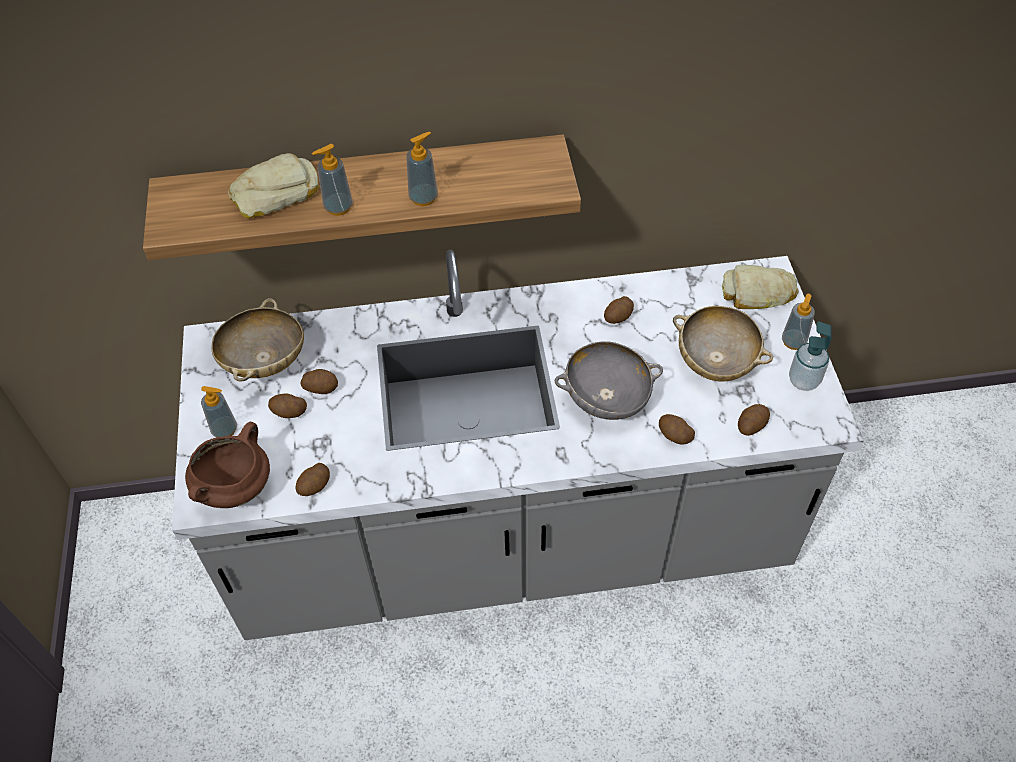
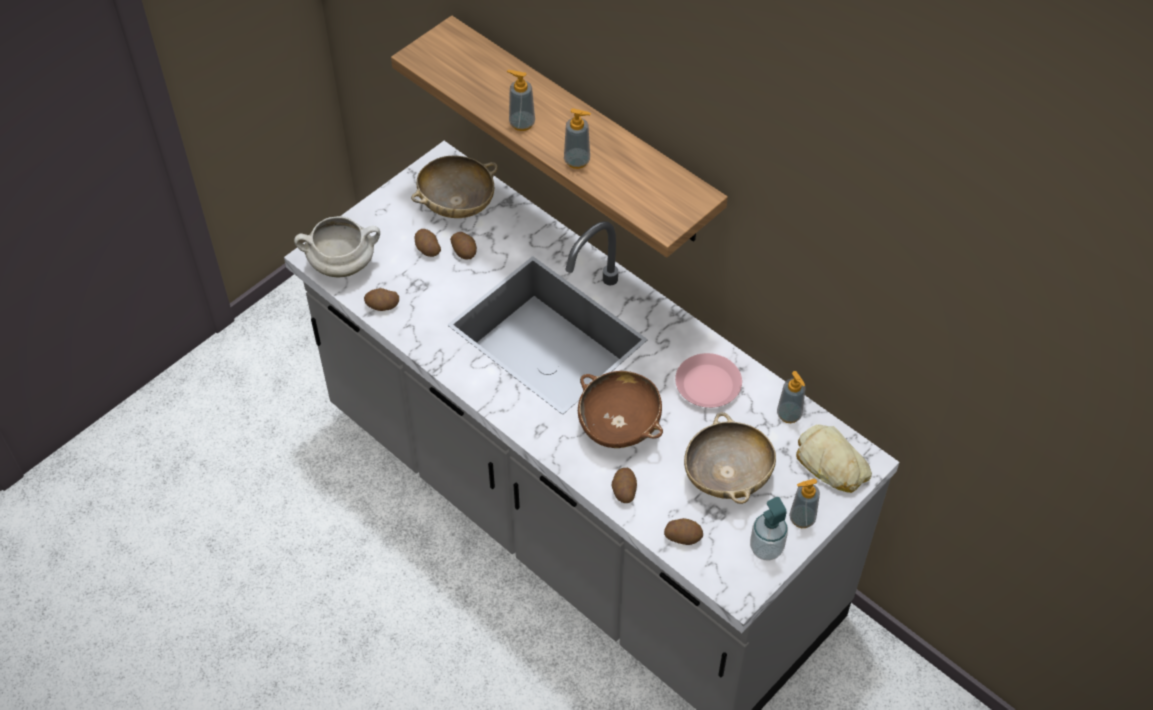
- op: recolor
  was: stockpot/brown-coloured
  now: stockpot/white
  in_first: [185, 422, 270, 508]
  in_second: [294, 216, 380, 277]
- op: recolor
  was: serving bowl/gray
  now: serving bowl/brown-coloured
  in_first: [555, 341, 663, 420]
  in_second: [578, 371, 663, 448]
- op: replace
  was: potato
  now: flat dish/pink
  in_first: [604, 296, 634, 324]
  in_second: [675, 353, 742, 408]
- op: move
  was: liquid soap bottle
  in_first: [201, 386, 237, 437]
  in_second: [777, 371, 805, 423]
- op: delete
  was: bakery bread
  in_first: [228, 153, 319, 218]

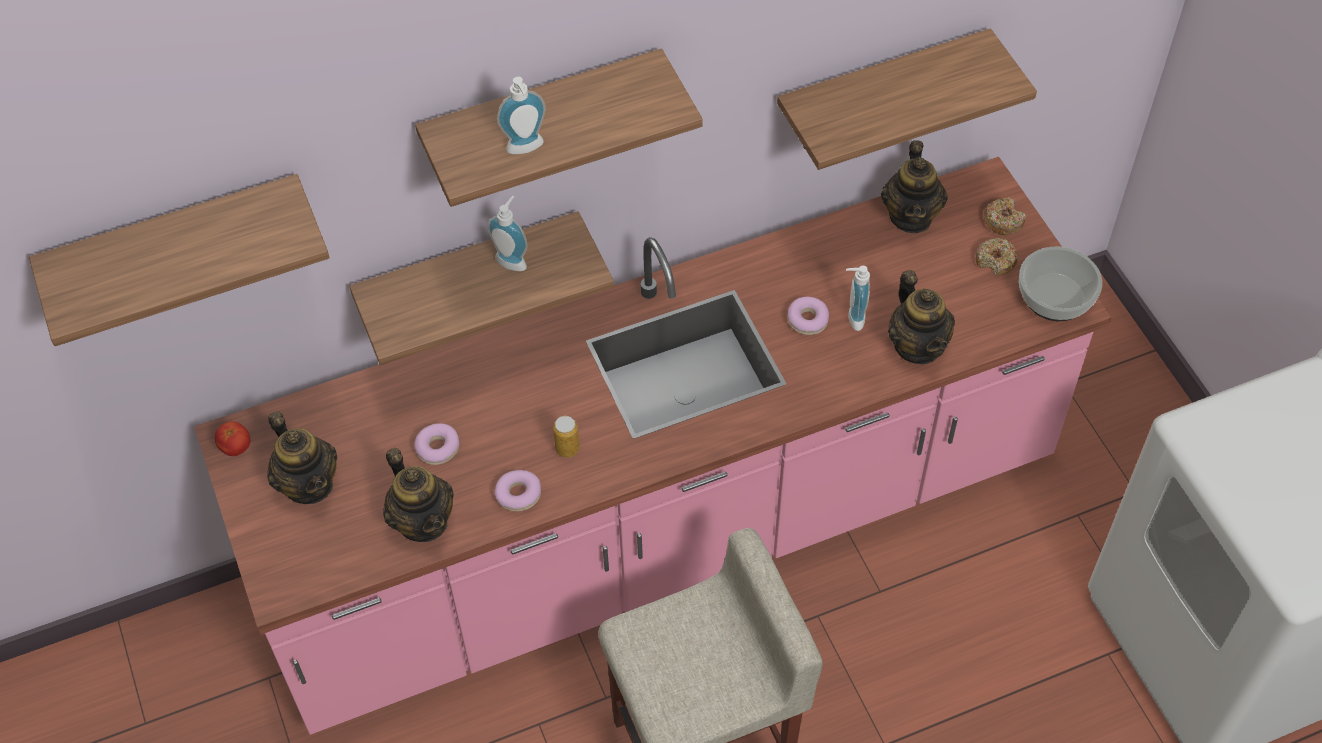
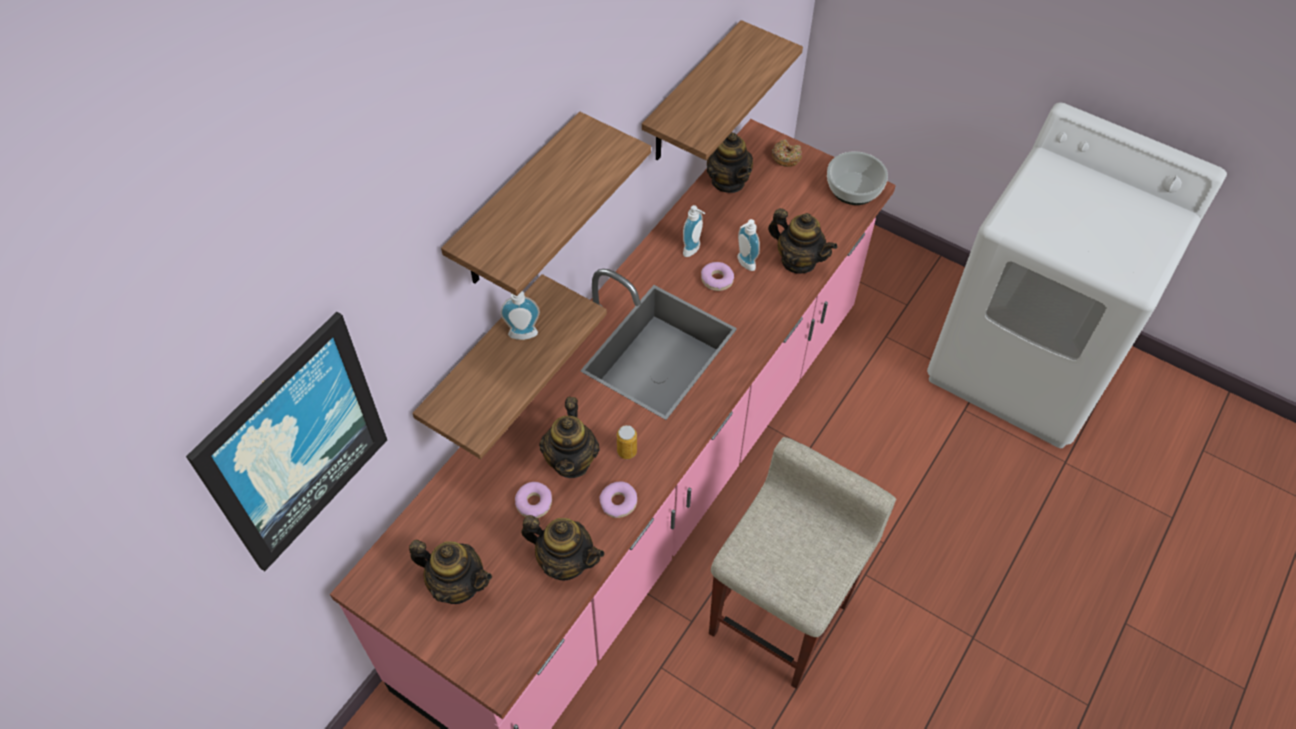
- op: replace
  was: bracket shelf
  now: wall picture
  in_first: [29, 174, 329, 346]
  in_second: [186, 312, 387, 571]
- op: insert
  now: pot for tea
  in_second: [539, 397, 600, 478]
- op: move
  was: liquid soap bottle
  in_first: [497, 77, 546, 154]
  in_second: [683, 205, 705, 257]
- op: delete
  was: whole tomato
  in_first: [215, 421, 250, 456]
- op: delete
  was: ring doughnut
  in_first: [976, 238, 1019, 276]

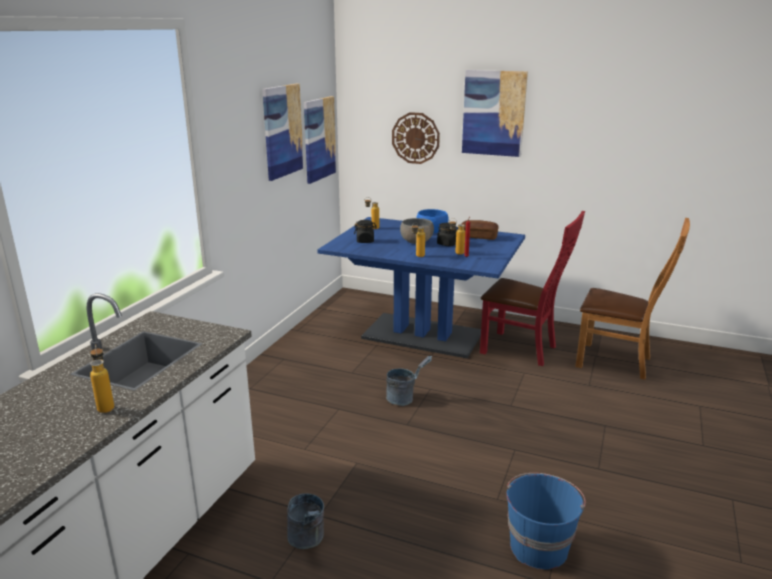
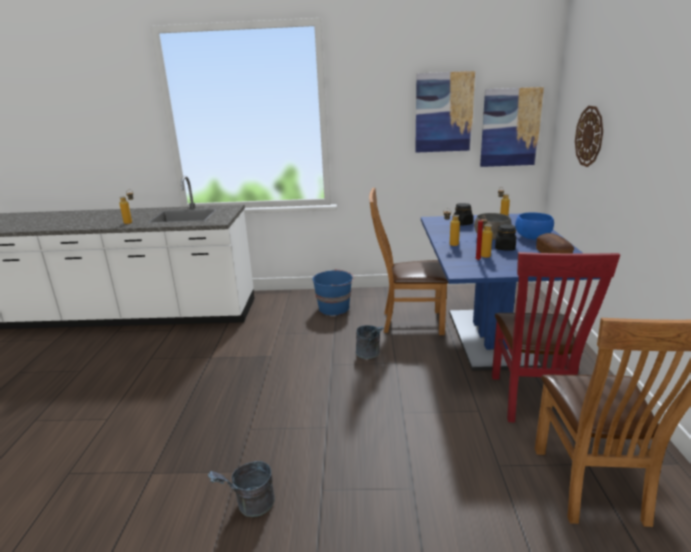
- op: move
  was: water bucket/gray
  in_first: [287, 493, 324, 549]
  in_second: [208, 461, 275, 517]
- op: move
  was: water bucket/blue
  in_first: [506, 473, 586, 570]
  in_second: [312, 269, 354, 315]
- op: insert
  now: upright chair/brown-coloured
  in_second: [369, 188, 448, 335]
- op: delete
  was: wall picture
  in_first: [462, 70, 528, 157]

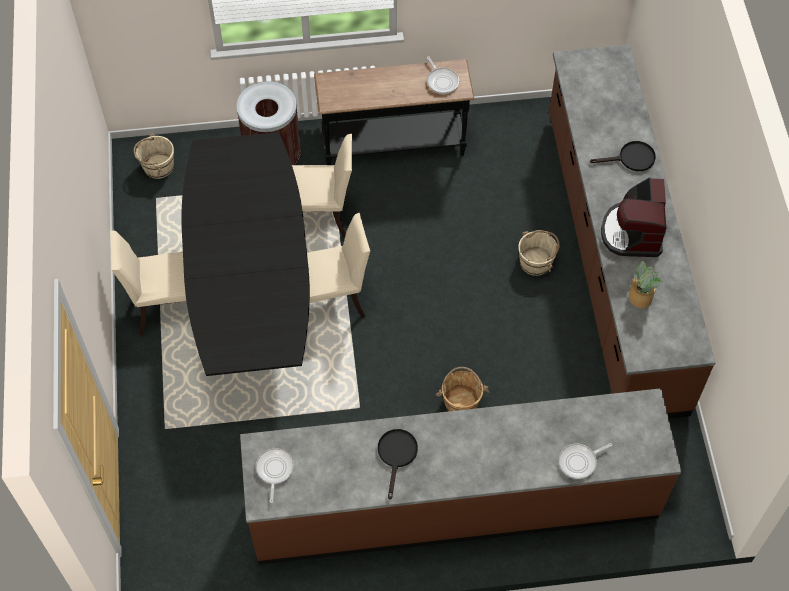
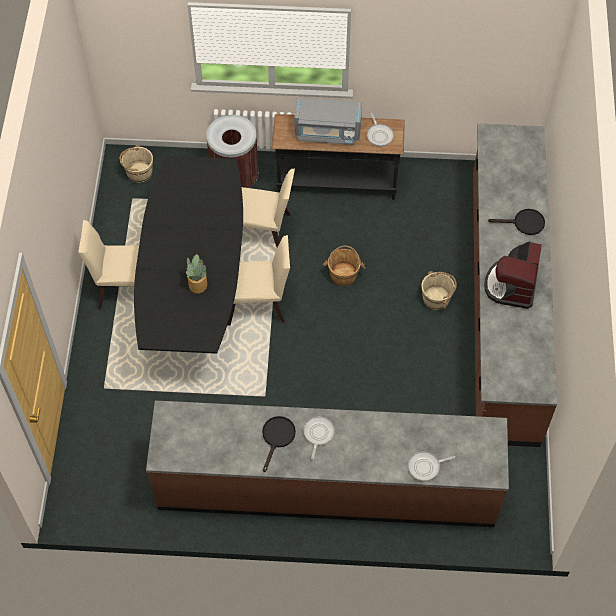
- op: move
  was: houseplant
  in_first: [629, 261, 662, 308]
  in_second: [186, 254, 207, 293]
- op: insert
  now: microwave/gray
  in_second: [294, 98, 362, 145]
- op: move
  was: pan
  in_first: [256, 448, 294, 503]
  in_second: [304, 416, 335, 460]
- op: move
  was: water bucket/brown-coloured
  in_first: [435, 367, 490, 411]
  in_second: [323, 245, 366, 286]

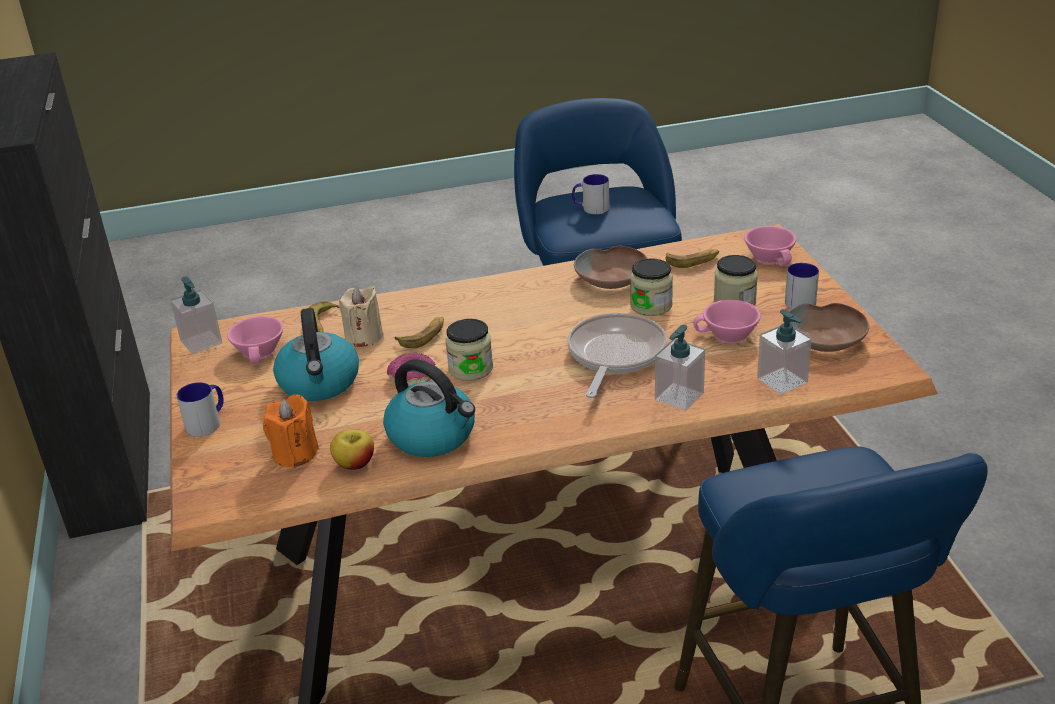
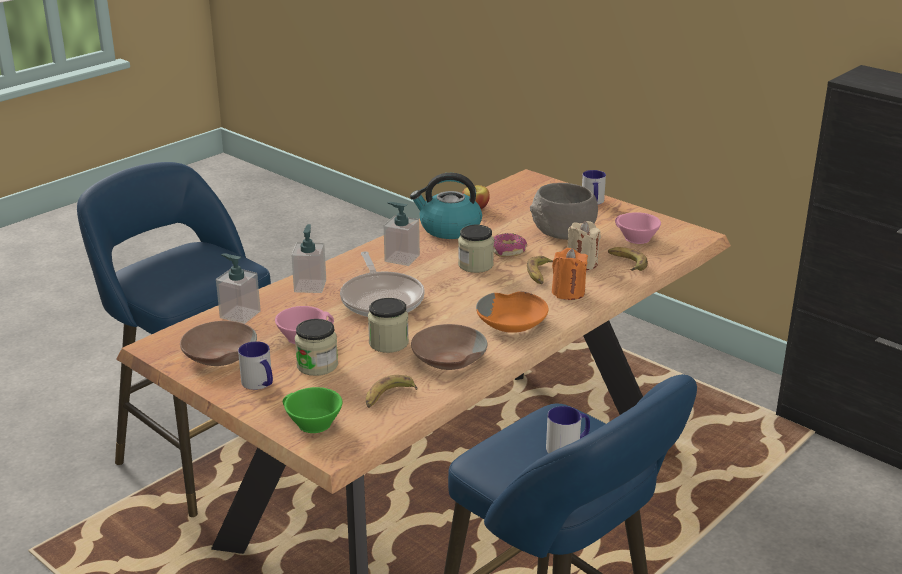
- op: recolor
  was: cup/pink
  now: cup/green-coloured
  in_first: [744, 226, 796, 266]
  in_second: [283, 387, 343, 433]
- op: move
  was: liquid soap bottle
  in_first: [170, 277, 223, 354]
  in_second: [384, 202, 420, 266]
- op: insert
  now: serving bowl/orange
  in_second: [476, 291, 549, 333]
- op: replace
  was: tea kettle
  now: serving bowl/gray
  in_first: [273, 308, 359, 401]
  in_second: [530, 183, 598, 240]
- op: move
  was: candle/orange
  in_first: [263, 394, 319, 468]
  in_second: [552, 248, 588, 300]

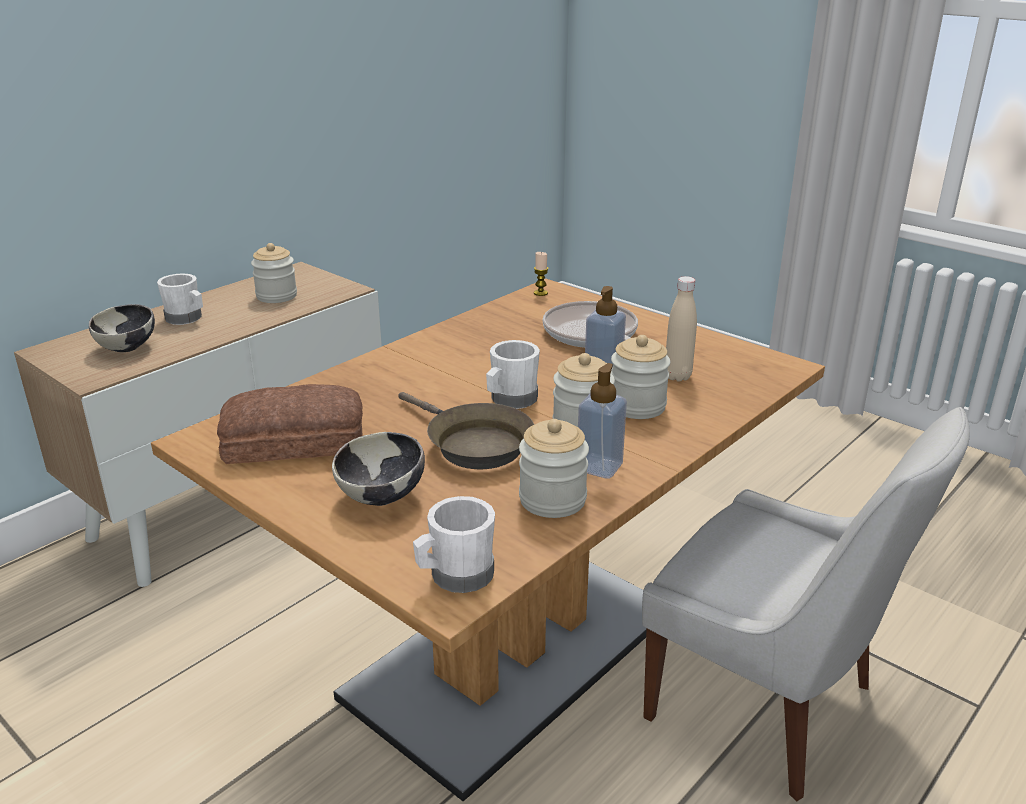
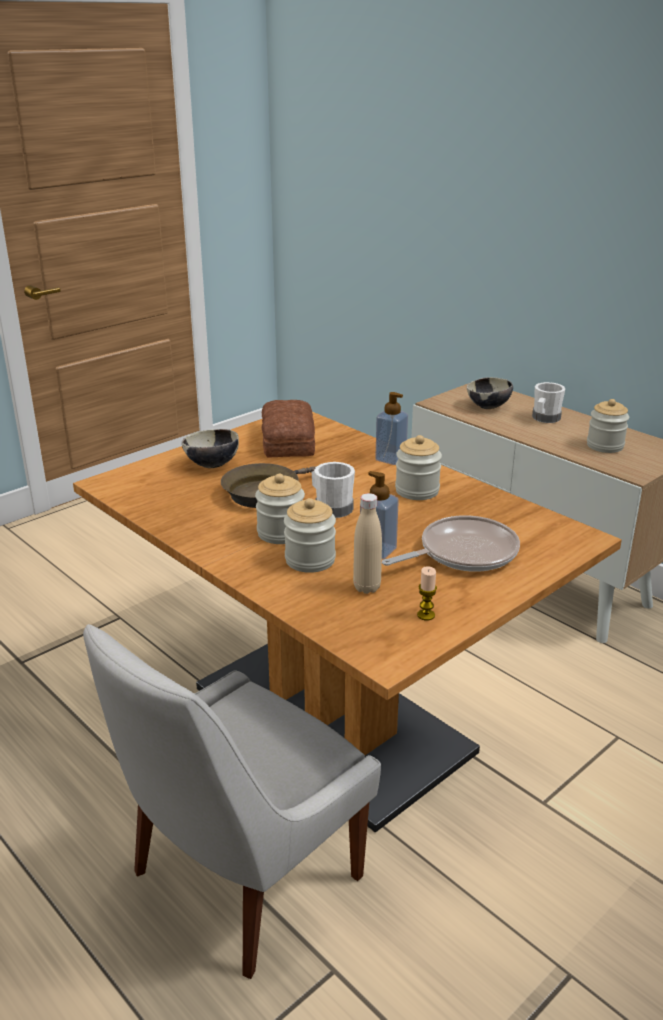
- op: move
  was: liquid soap bottle
  in_first: [578, 363, 627, 479]
  in_second: [375, 392, 408, 465]
- op: move
  was: preserve jar
  in_first: [519, 419, 589, 518]
  in_second: [395, 435, 442, 500]
- op: move
  was: candle
  in_first: [534, 252, 549, 296]
  in_second: [417, 566, 437, 620]
- op: delete
  was: coffee mug/white
  in_first: [413, 496, 495, 593]

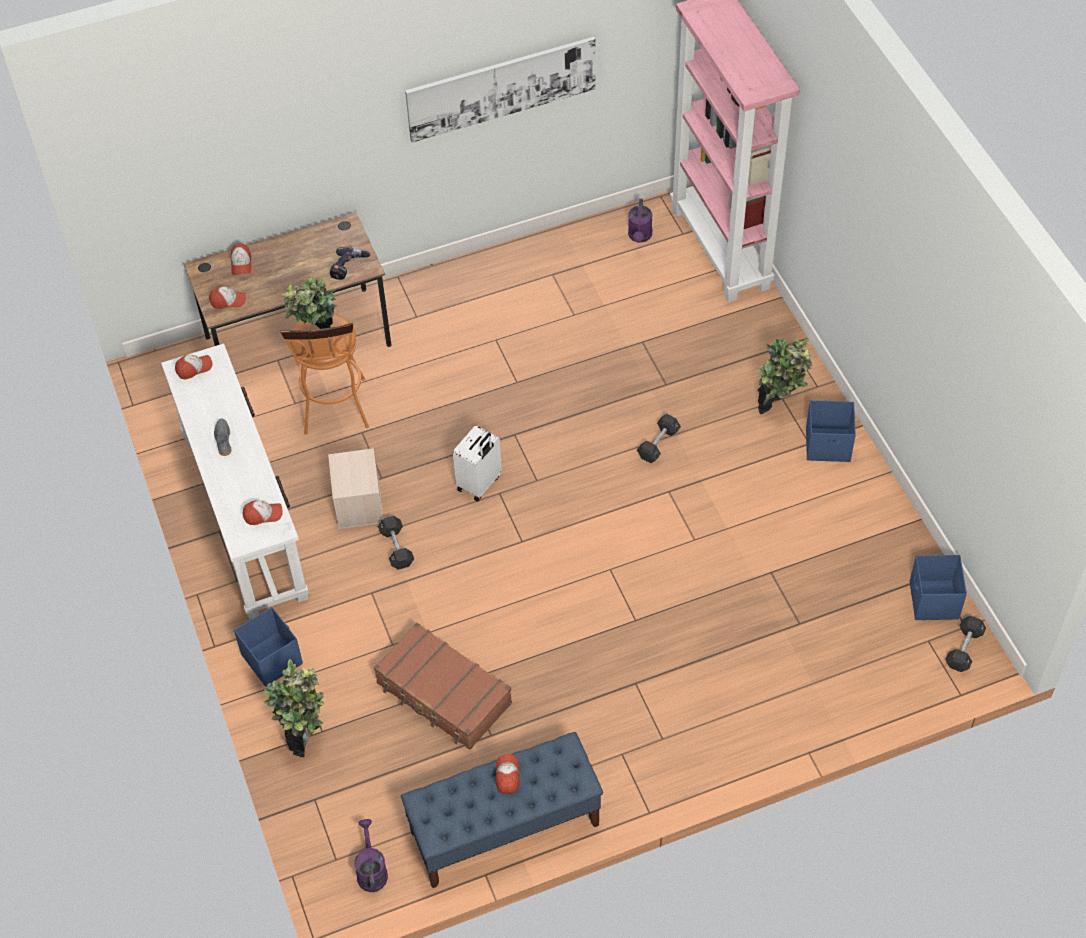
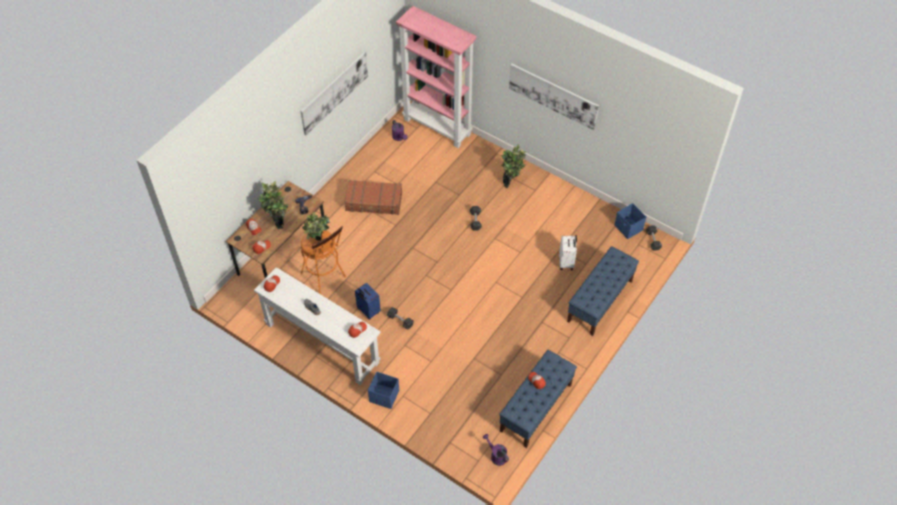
- op: move
  was: houseplant
  in_first: [264, 659, 324, 757]
  in_second: [258, 181, 289, 229]
- op: move
  was: suitcase/brown-coloured
  in_first: [374, 623, 512, 750]
  in_second: [344, 180, 402, 215]
- op: replace
  was: storage container/beige-coloured
  now: suitcase/blue
  in_first: [328, 448, 383, 529]
  in_second: [355, 283, 381, 320]
- op: insert
  now: wall picture
  in_second: [509, 64, 599, 130]
- op: move
  was: suitcase/white
  in_first: [453, 425, 502, 501]
  in_second: [559, 235, 577, 270]
- op: insert
  now: bench/blue
  in_second: [567, 246, 639, 336]
- op: delete
  was: storage container/blue
  in_first: [806, 400, 856, 462]

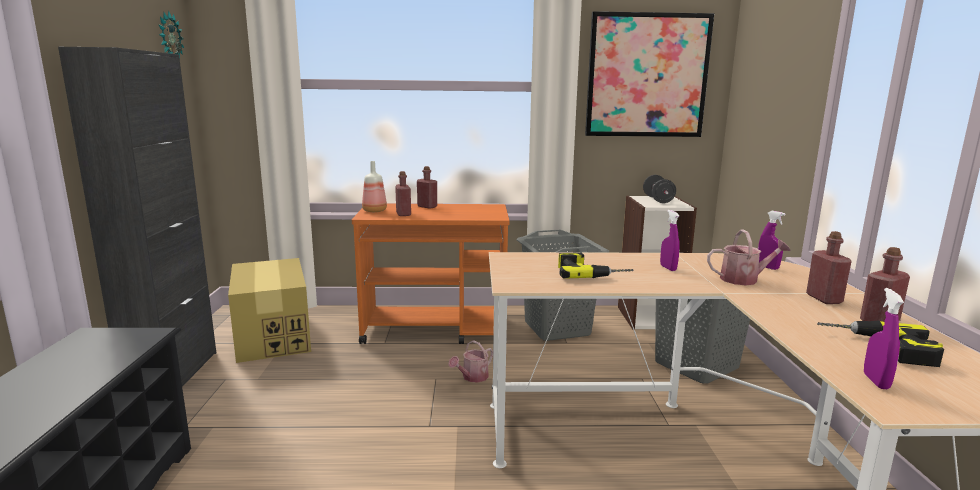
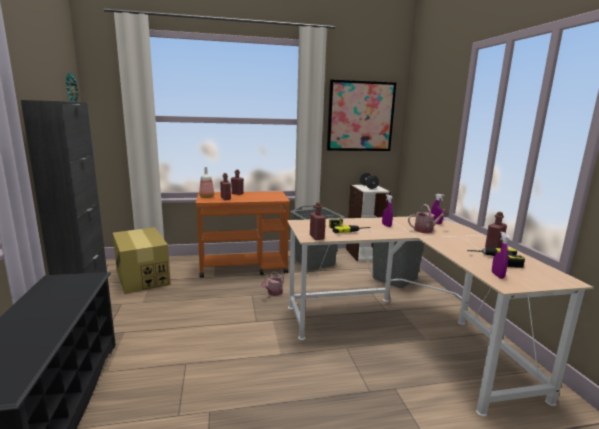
- op: move
  was: beverage bottle/red-coloured
  in_first: [806, 231, 852, 304]
  in_second: [310, 202, 326, 240]

